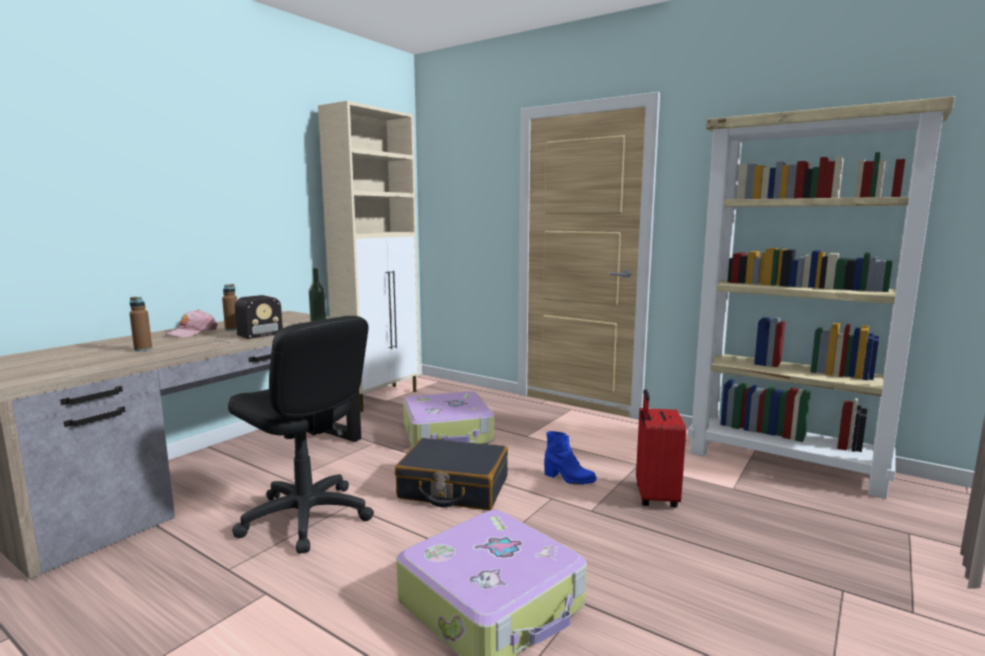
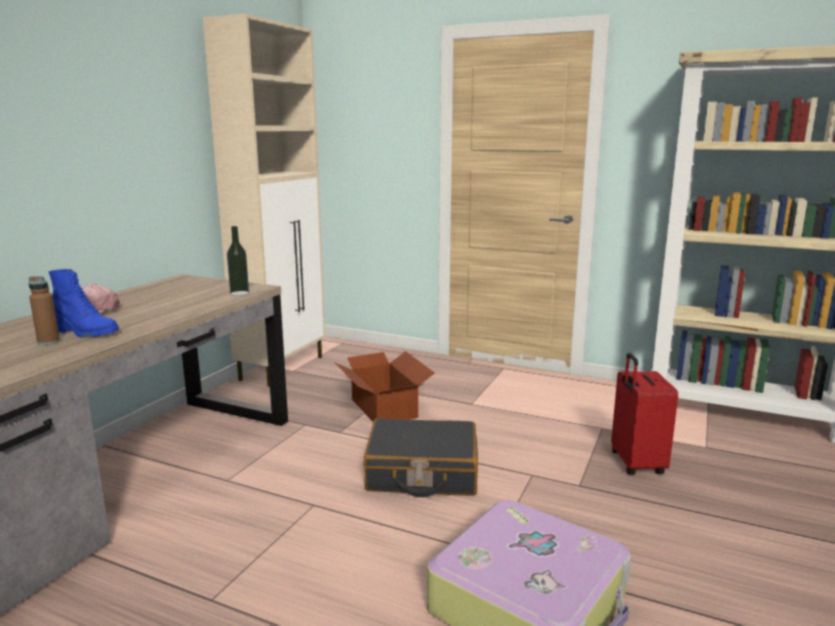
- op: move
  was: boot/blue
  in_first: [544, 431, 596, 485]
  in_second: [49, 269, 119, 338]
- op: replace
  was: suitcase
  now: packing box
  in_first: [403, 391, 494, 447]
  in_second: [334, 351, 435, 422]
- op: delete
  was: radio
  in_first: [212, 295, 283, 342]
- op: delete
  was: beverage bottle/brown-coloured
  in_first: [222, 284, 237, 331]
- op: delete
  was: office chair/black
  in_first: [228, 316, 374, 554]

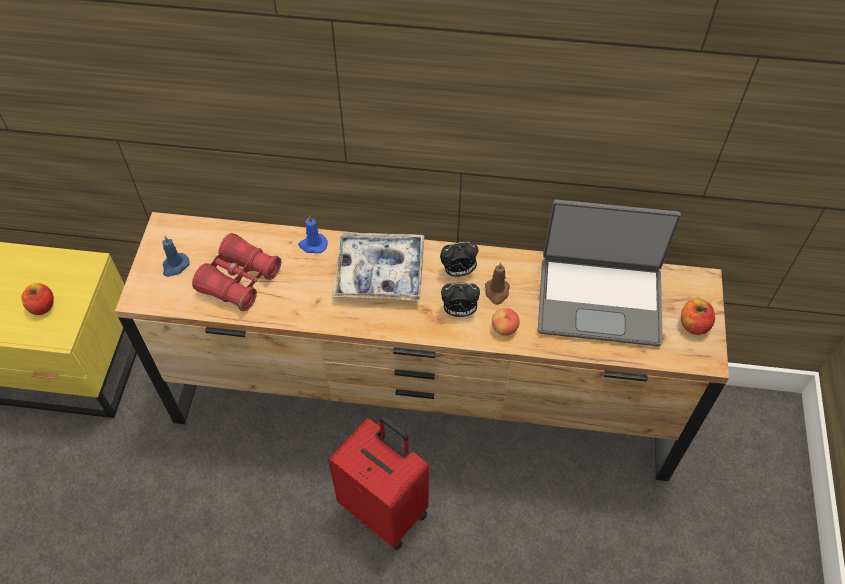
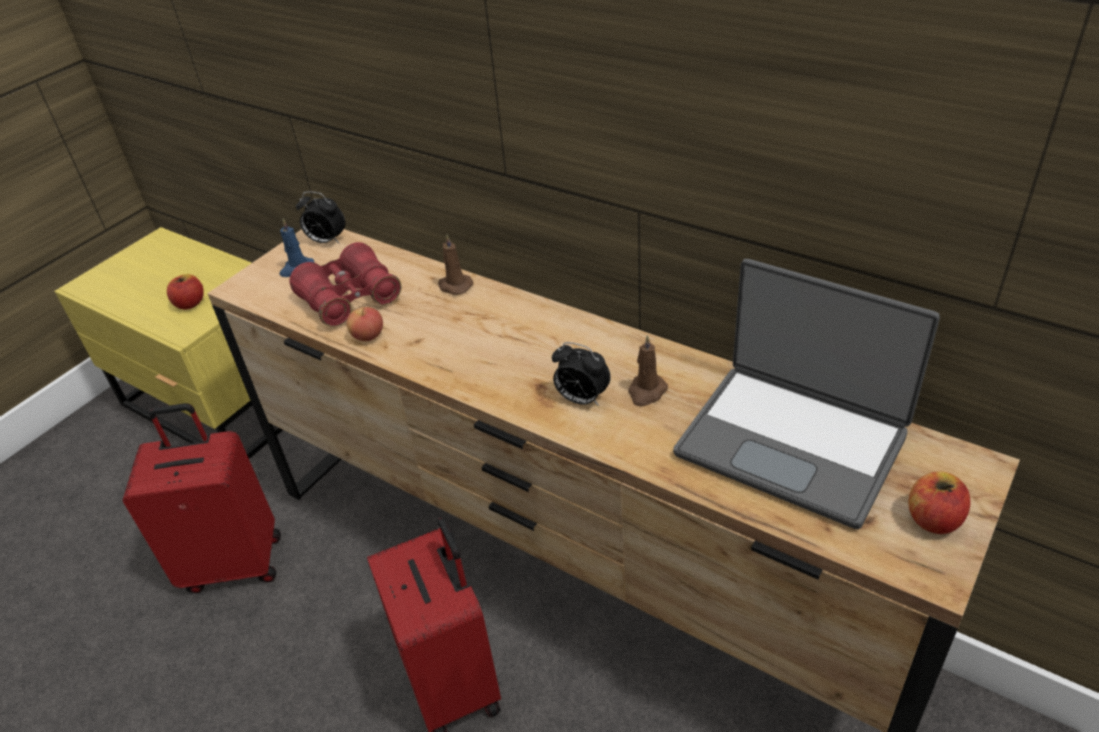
- op: insert
  now: suitcase/red-coloured
  in_second: [123, 403, 281, 593]
- op: move
  was: bedside clock
  in_first: [440, 242, 479, 277]
  in_second: [296, 191, 345, 244]
- op: move
  was: apple fruit
  in_first: [492, 308, 520, 336]
  in_second: [347, 307, 383, 341]
- op: recolor
  was: candle/blue
  now: candle/brown-coloured
  in_first: [298, 215, 328, 254]
  in_second: [438, 234, 473, 295]
- op: delete
  was: serving tray
  in_first: [332, 232, 425, 301]

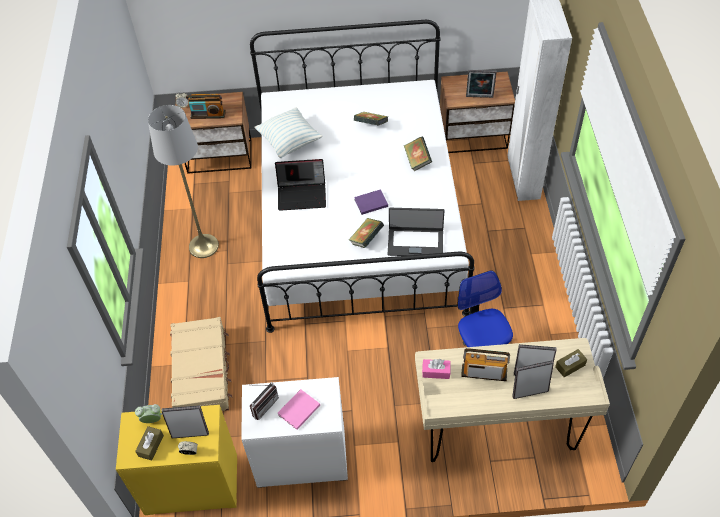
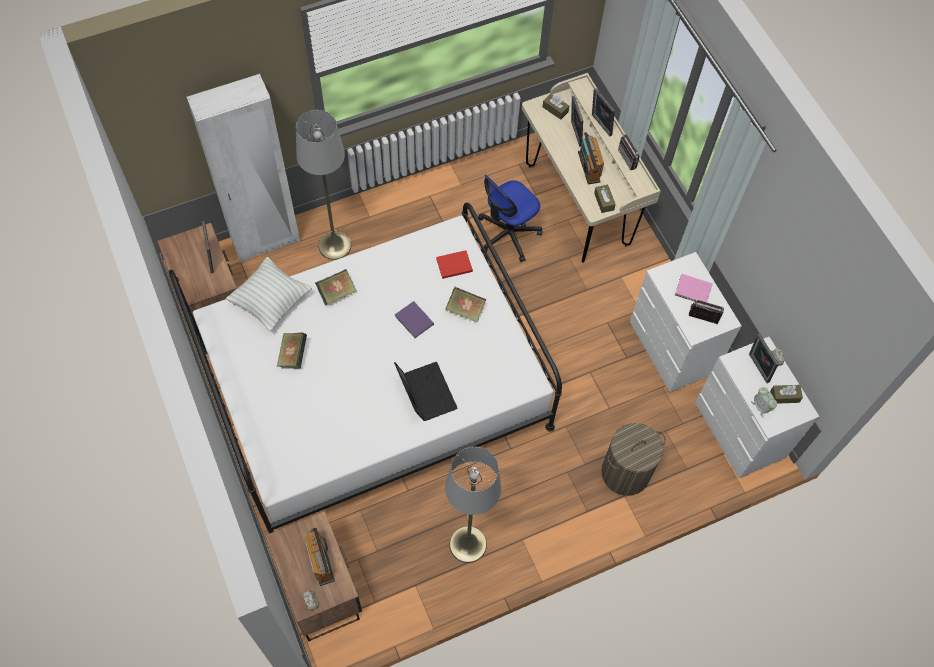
- op: move
  was: pillow
  in_first: [254, 107, 323, 158]
  in_second: [226, 257, 312, 332]
- op: insert
  now: standard lamp/gray
  in_second: [296, 110, 351, 260]
- op: replace
  was: portable computer
  now: bound book/red-coloured
  in_first: [388, 208, 444, 256]
  in_second: [436, 250, 473, 279]
- op: recolor
  was: box of tissues/pink
  now: box of tissues/brown-coloured
  in_first: [422, 359, 451, 379]
  in_second: [594, 185, 616, 213]
- op: replace
  was: suitcase/beige-coloured
  now: laundry basket
  in_first: [170, 317, 233, 411]
  in_second: [601, 423, 666, 496]
- op: insert
  now: radio
  in_second: [618, 133, 641, 170]
- op: recolor
  was: drawer chest/yellow-coloured
  now: drawer chest/white
  in_first: [116, 405, 237, 515]
  in_second: [695, 337, 819, 478]

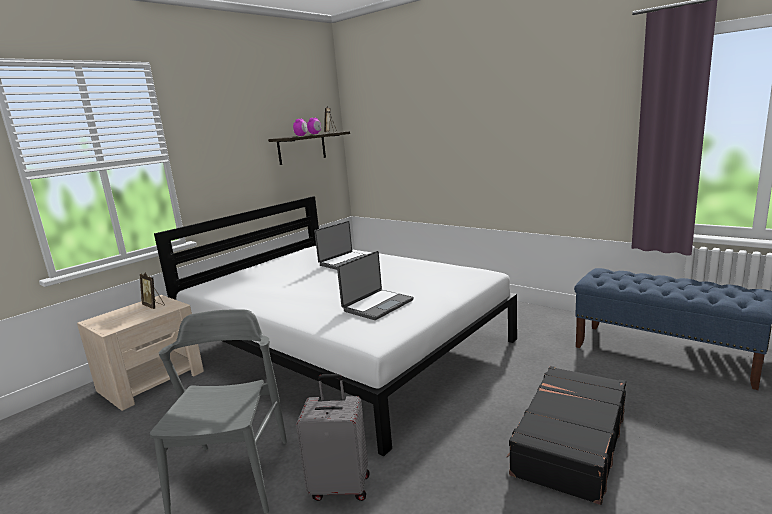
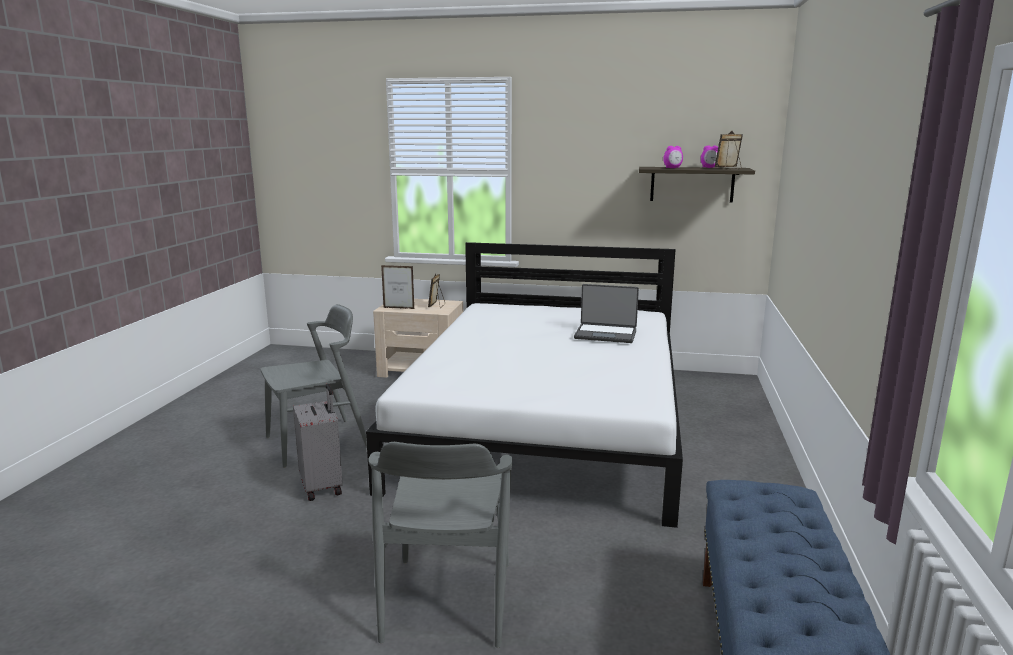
- op: replace
  was: suitcase/black
  now: upright chair/gray
  in_first: [507, 366, 626, 505]
  in_second: [368, 442, 512, 648]
- op: insert
  now: picture frame
  in_second: [381, 265, 414, 309]
- op: delete
  was: portable computer
  in_first: [337, 251, 414, 320]

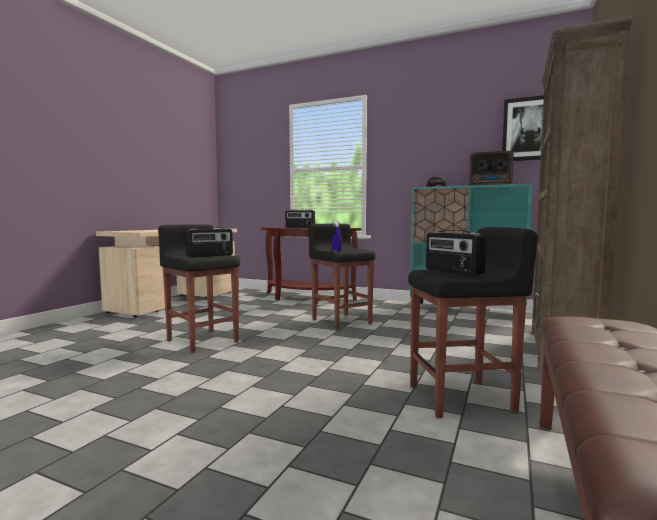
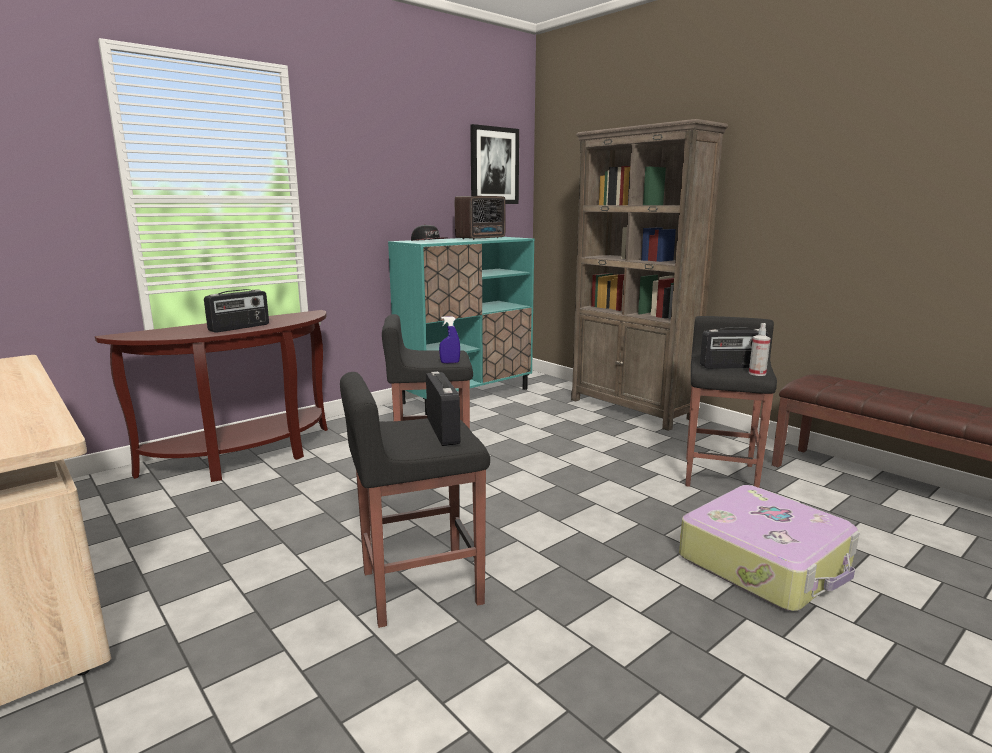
- op: insert
  now: suitcase
  in_second: [679, 485, 860, 611]
- op: insert
  now: spray bottle
  in_second: [749, 323, 771, 376]

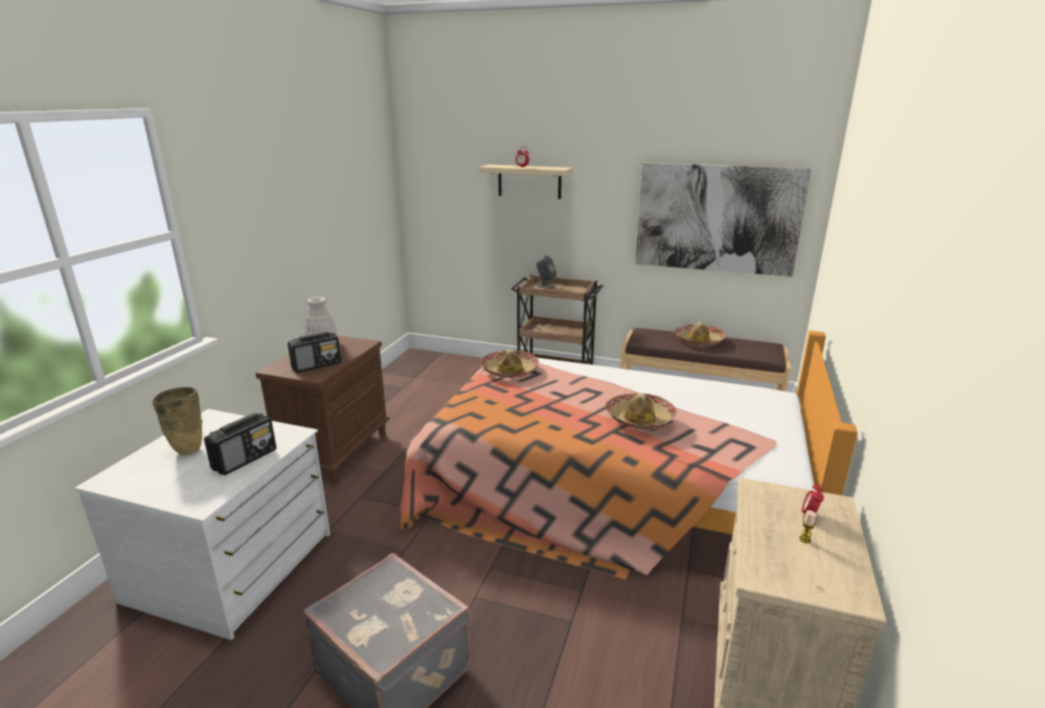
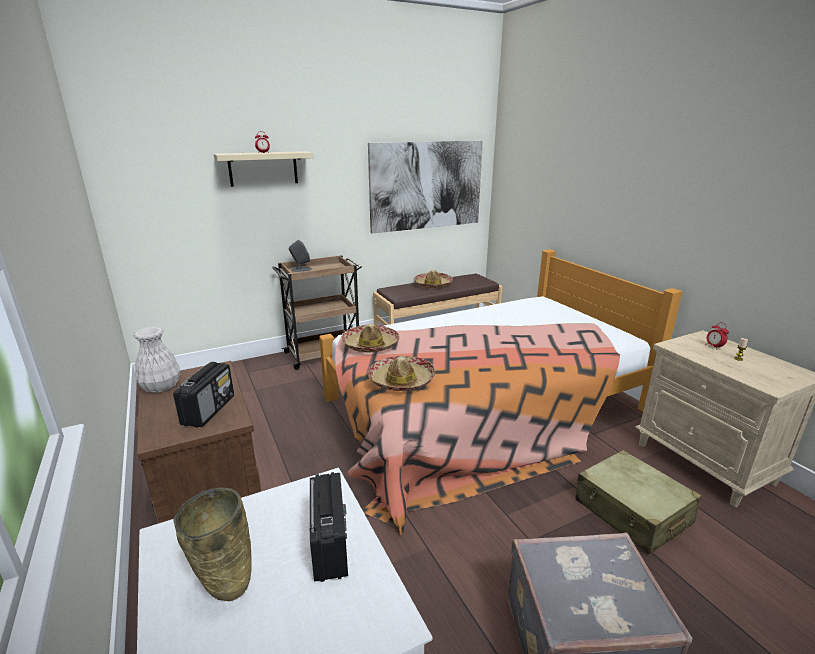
- op: move
  was: hat
  in_first: [606, 393, 676, 429]
  in_second: [368, 356, 435, 391]
- op: insert
  now: suitcase/beige-coloured
  in_second: [575, 450, 702, 555]

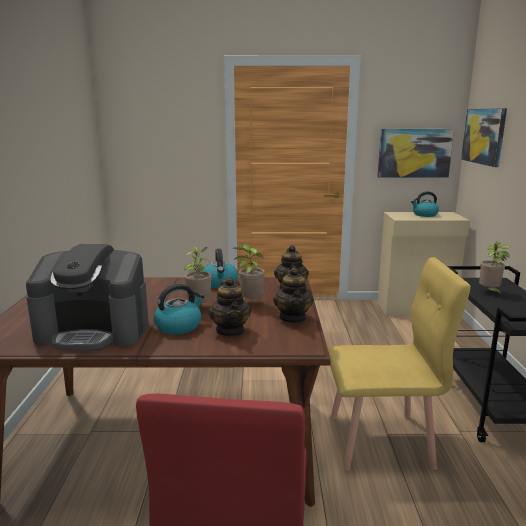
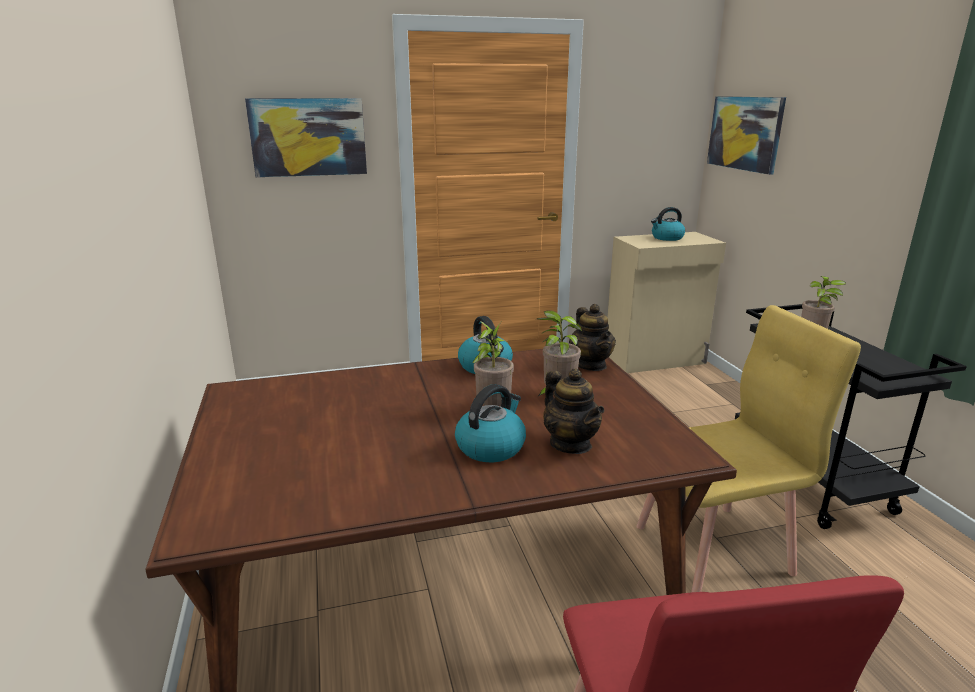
- op: move
  was: wall picture
  in_first: [377, 129, 454, 178]
  in_second: [245, 98, 367, 177]
- op: delete
  was: coffee brewer
  in_first: [26, 244, 149, 350]
- op: delete
  was: pot for tea
  in_first: [273, 267, 314, 323]

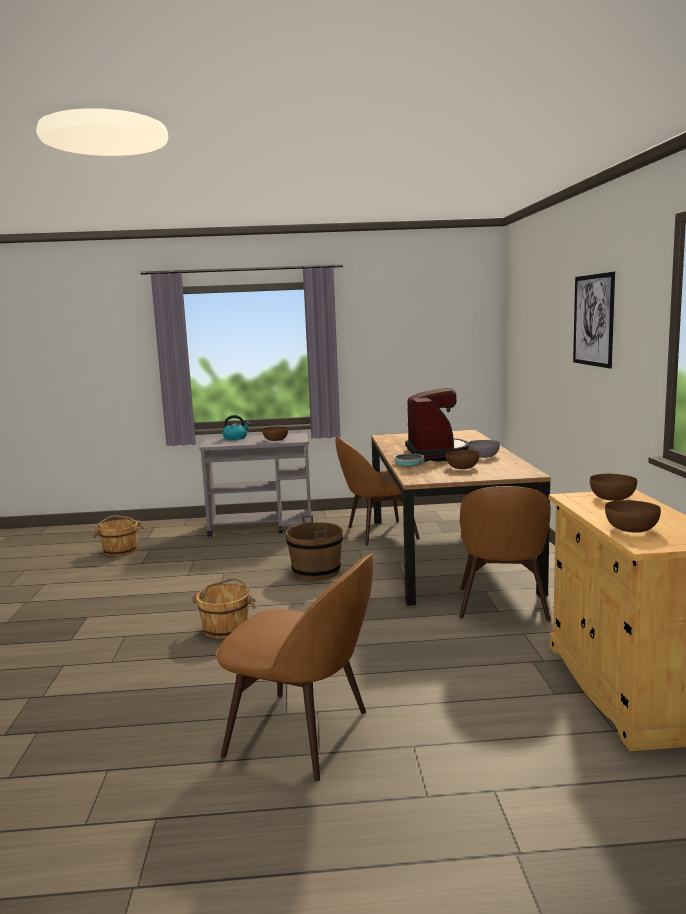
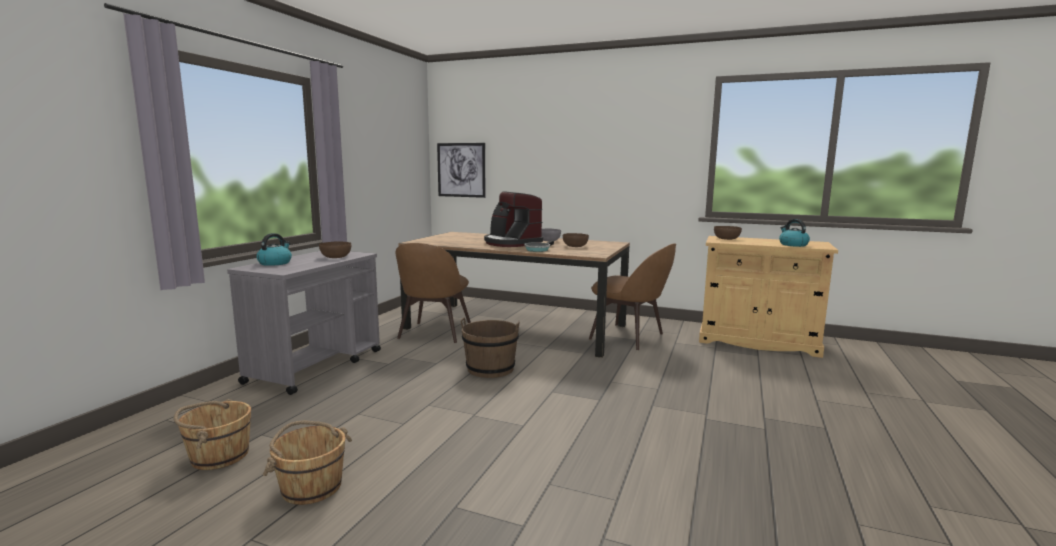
- op: move
  was: water bucket/brown-coloured
  in_first: [192, 578, 256, 639]
  in_second: [263, 421, 352, 505]
- op: move
  was: wall picture
  in_first: [573, 272, 615, 368]
  in_second: [437, 143, 486, 198]
- op: rotate
  was: coffee brewer
  in_first: [405, 388, 469, 458]
  in_second: [484, 192, 543, 247]
  clockwise: -150
- op: replace
  was: serving bowl/brown-coloured
  now: tea kettle
  in_first: [605, 500, 661, 532]
  in_second: [779, 219, 810, 247]
- op: delete
  was: upright chair/brown-coloured
  in_first: [215, 553, 374, 781]

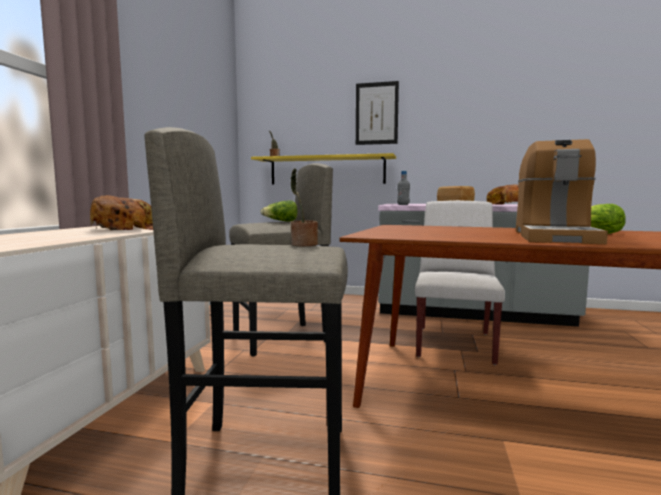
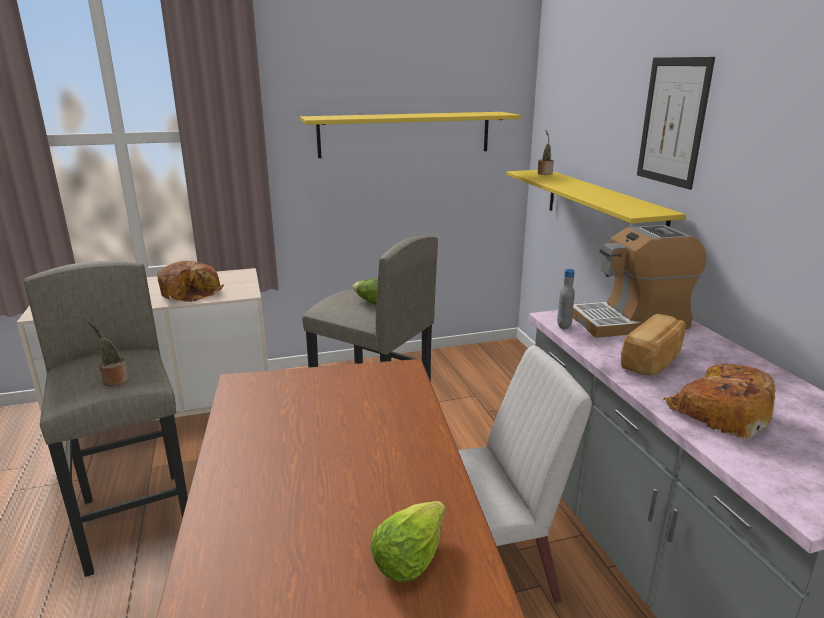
- op: insert
  now: bracket shelf/yellow-coloured
  in_second: [300, 112, 521, 158]
- op: move
  was: coffee brewer
  in_first: [516, 139, 608, 244]
  in_second: [572, 225, 706, 338]

